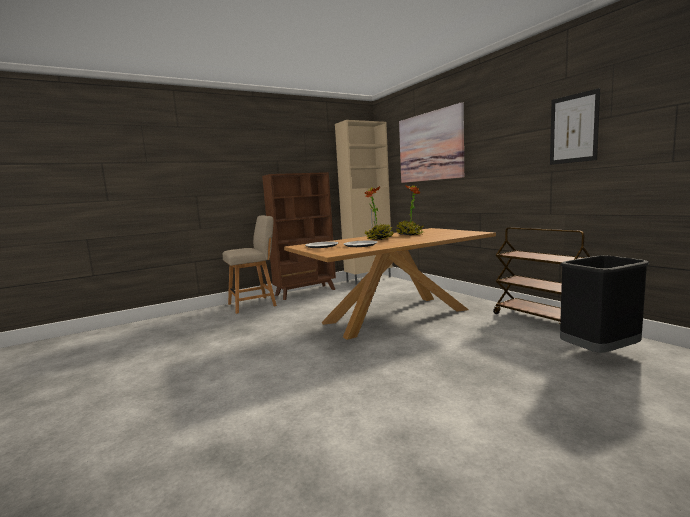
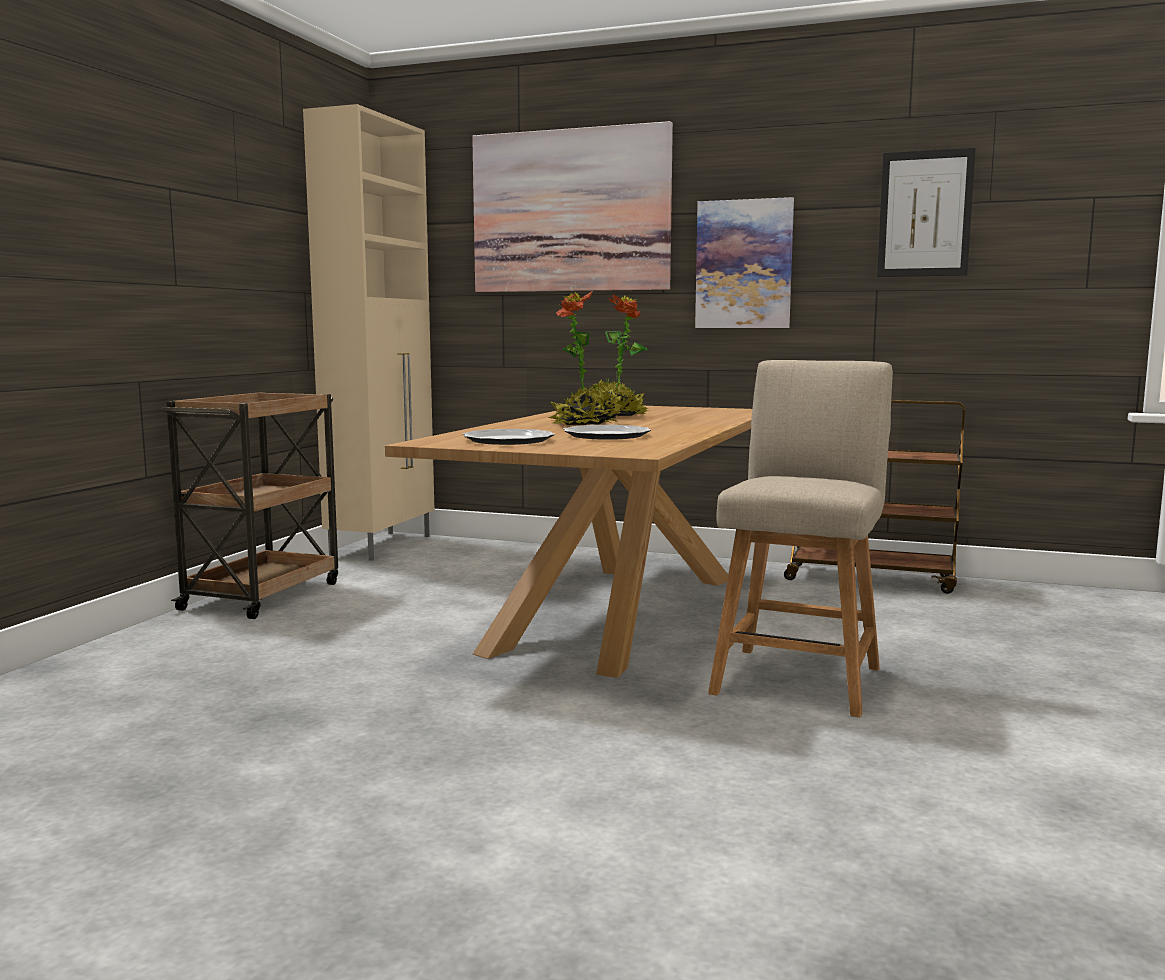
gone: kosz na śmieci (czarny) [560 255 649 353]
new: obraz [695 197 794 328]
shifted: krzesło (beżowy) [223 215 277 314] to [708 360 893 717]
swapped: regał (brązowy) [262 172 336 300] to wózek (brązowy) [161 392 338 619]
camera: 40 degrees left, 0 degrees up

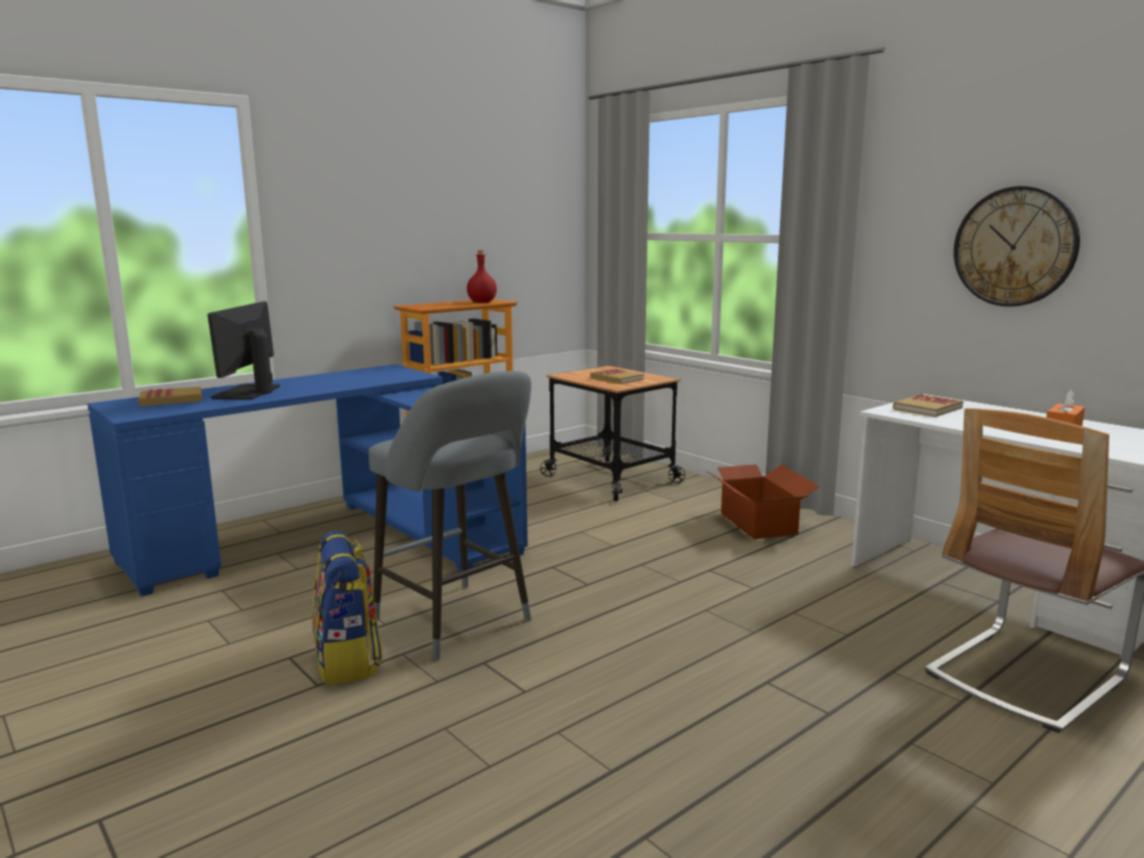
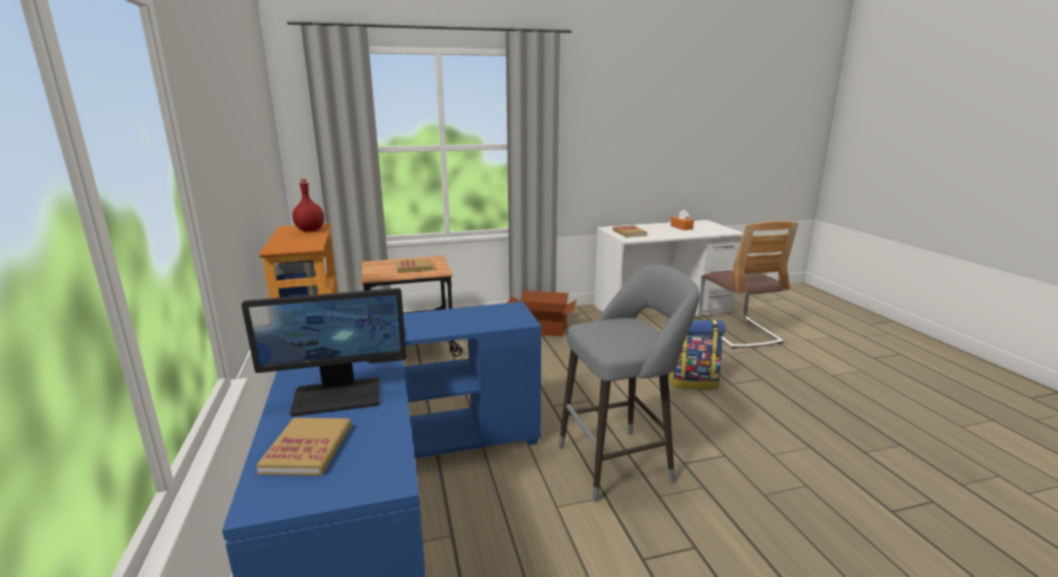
gone: zegar ścienny [954 186 1080 307]
shifted: plecak [312 531 383 686] to [668 317 725 389]
rotated: monitor [207 301 280 400] = [241 288 406 417] 45 degrees counterclockwise
camera: 65 degrees left, 5 degrees up

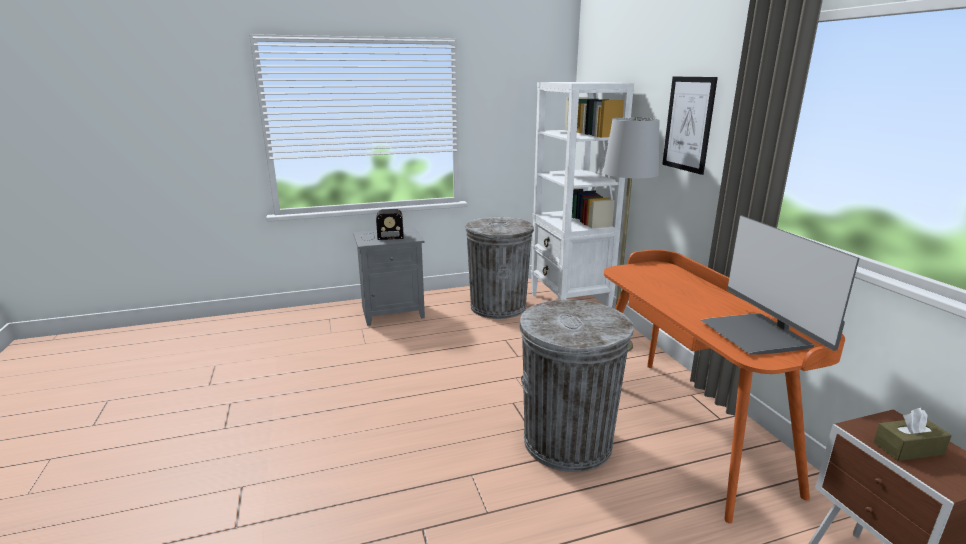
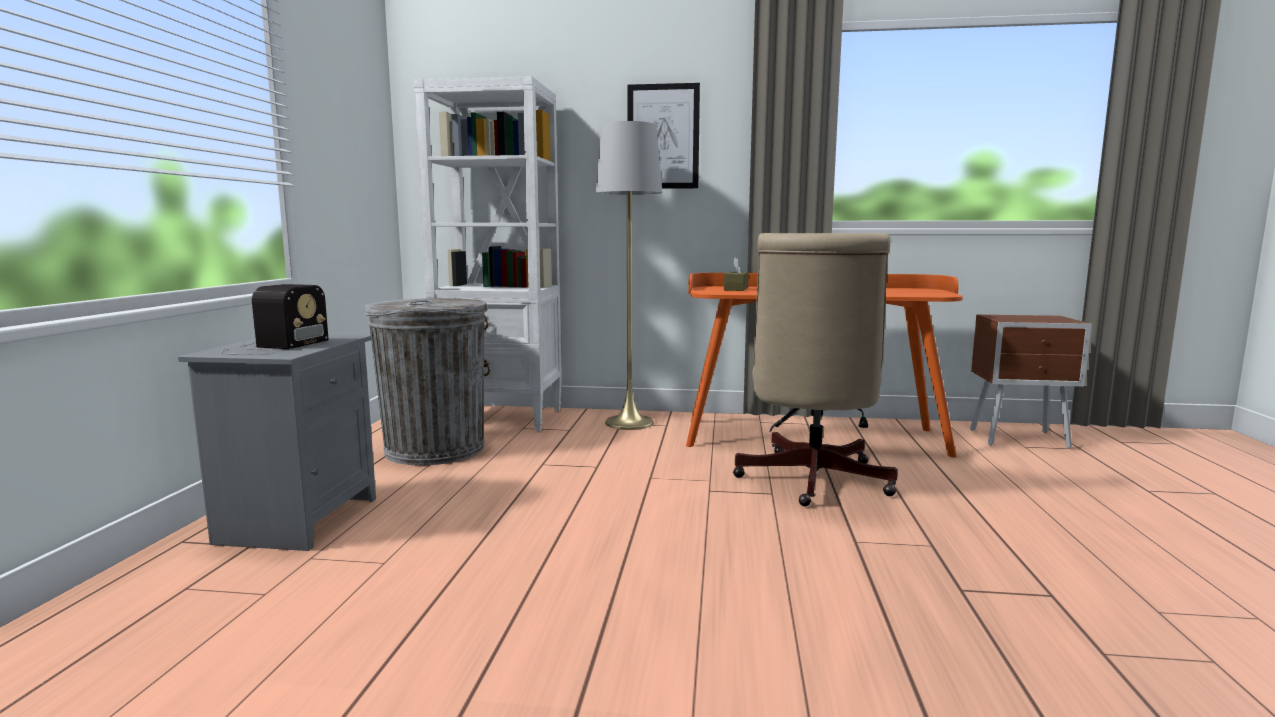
gone: monitor [701 215 860 355]
shifted: pudełko chusteczek (brązowy) [873 408 952 461] to [724 257 749 291]
swapped: kosz na śmieci (szary) [519 300 634 472] to krzesło biurowe (beżowy) [733 233 898 506]
camera: 65 degrees left, 10 degrees down

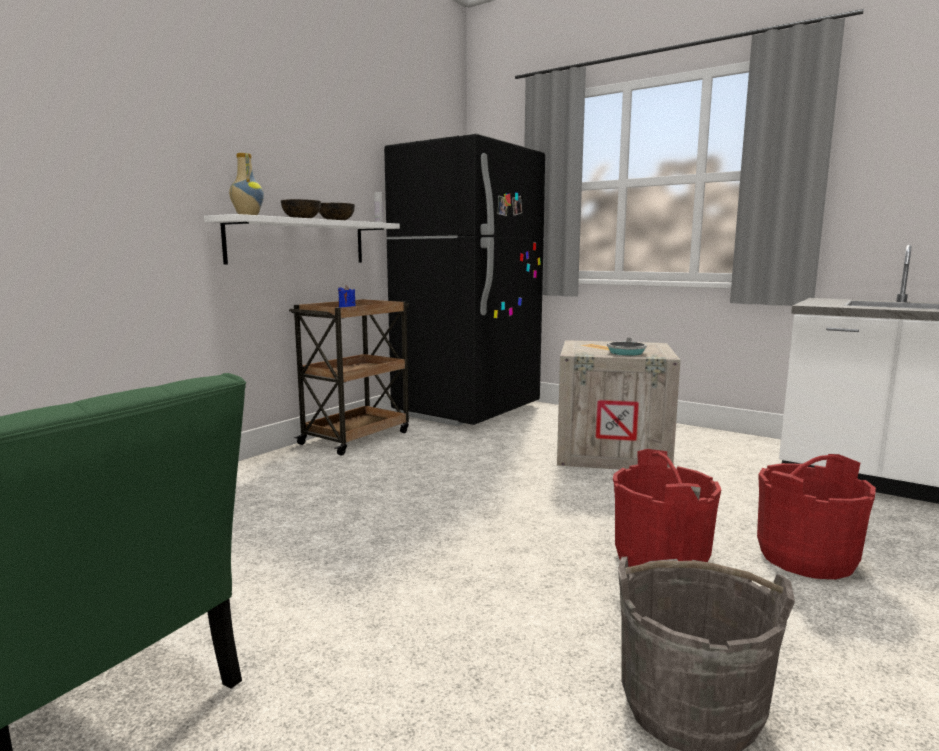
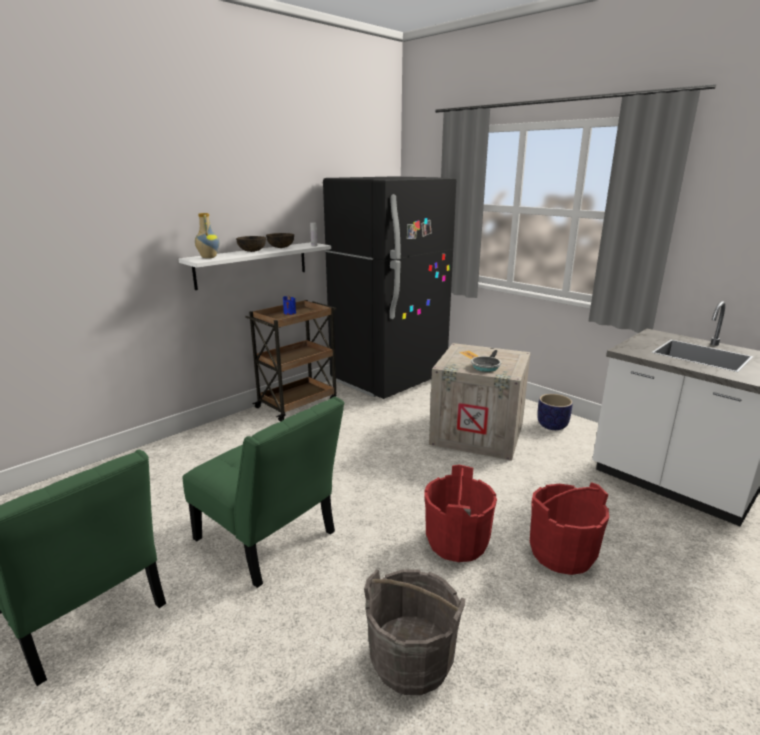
new: krzesło (zielony) [182 397 345 588]; donica [537 394 573 430]
camera: 10 degrees right, 10 degrees up

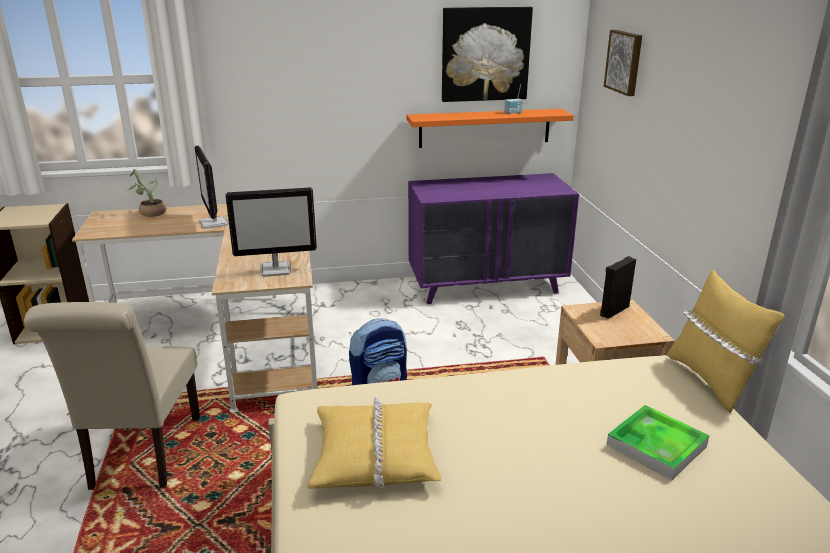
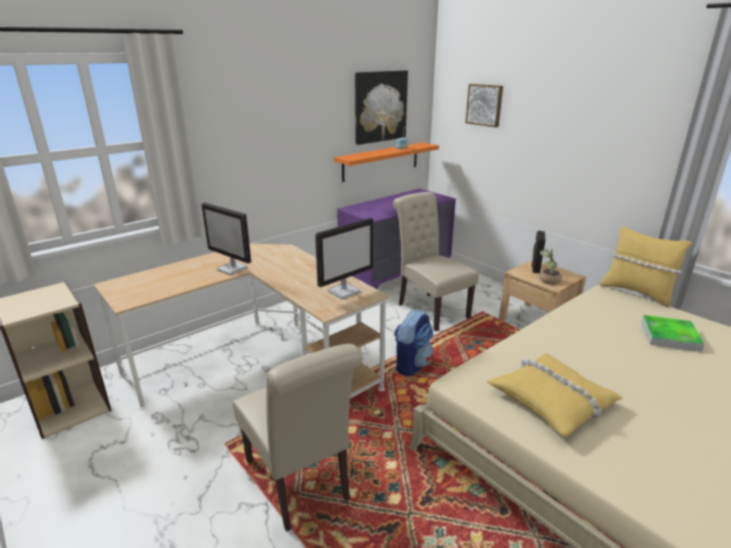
new: krzesło (beżowy) [393 192 479 331]
shifted: roślina doniczkowa [127 169 166 217] to [540 248 562 285]
camera: 30 degrees left, 0 degrees up

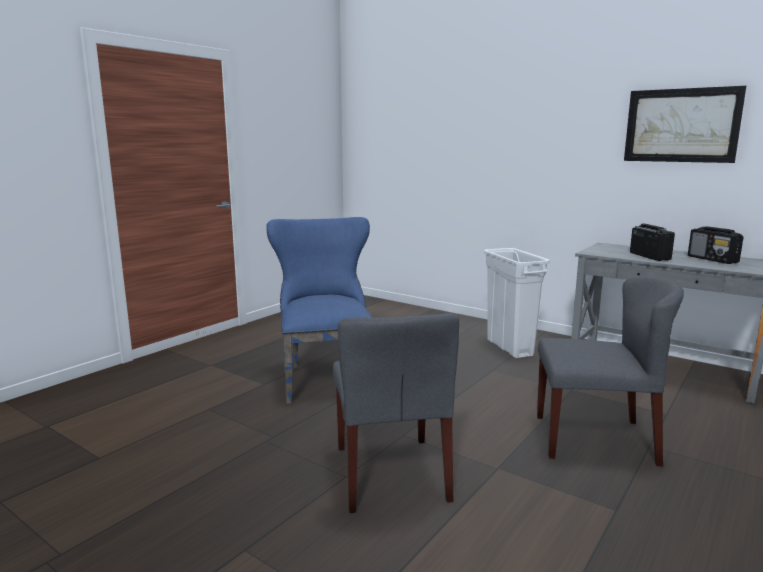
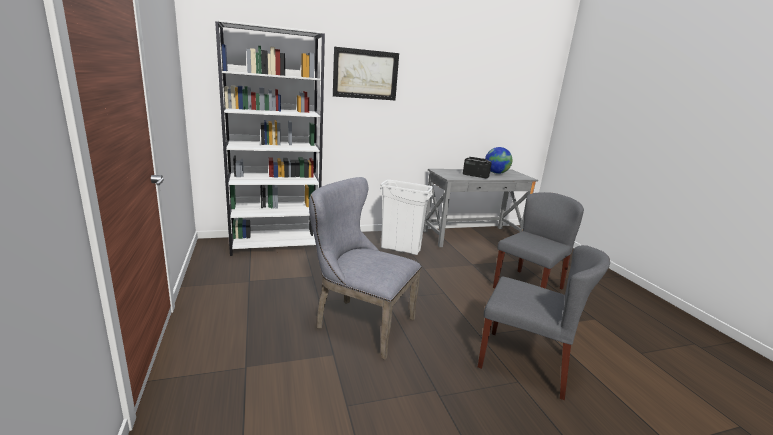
new: regał (biały) [215 20 325 256]
shifted: obraz [624 86 746 163] to [333 47 399 100]
swapped: radio [688 226 743 264] to globus [485 147 512 174]
repainted: krzesło (niebieski) [266 217 372 404] to krzesło (szary) [309 177 421 360]
camera: 55 degrees left, 5 degrees up

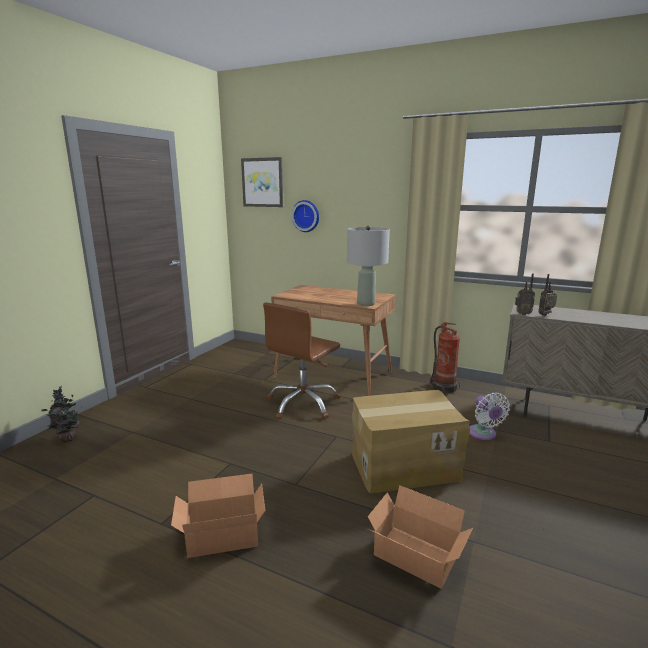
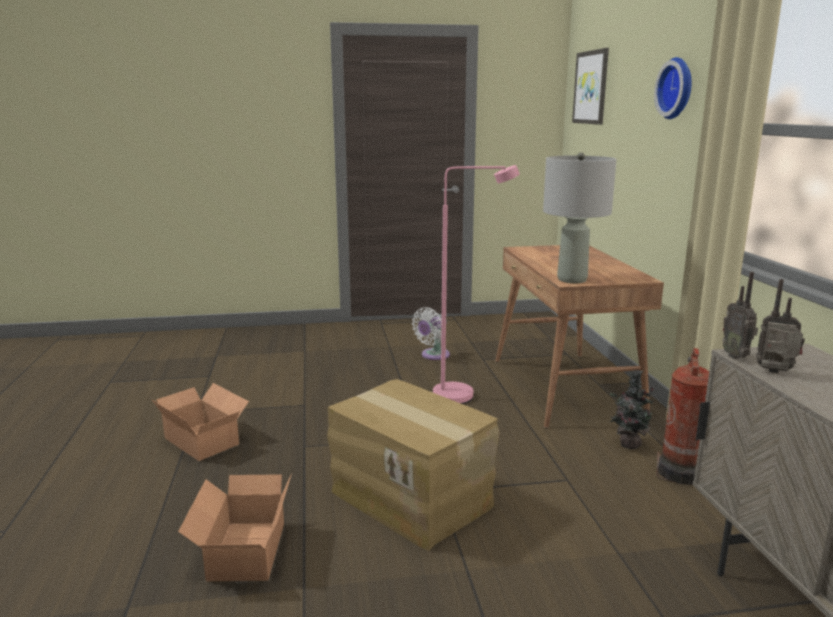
shifted: roślina doniczkowa [41 386 82 442] to [610 371 659 449]; zegar ścienny [291 200 319 232] to [654 57 692 119]; wentylator (biały) [470 393 510 440] to [412 307 450 360]
swapped: krzesło biurowe (brązowy) [263 303 340 419] to lampa stojąca (różowy) [433 165 519 404]
camera: 55 degrees right, 0 degrees up

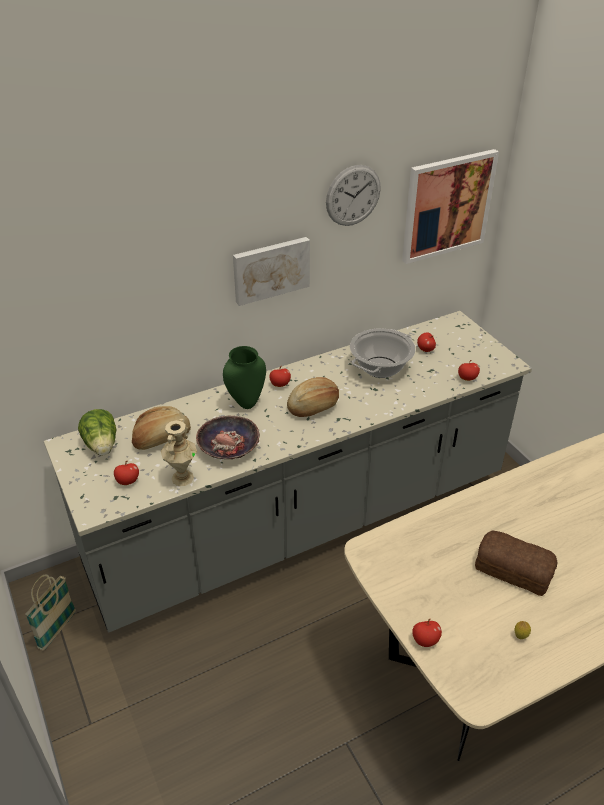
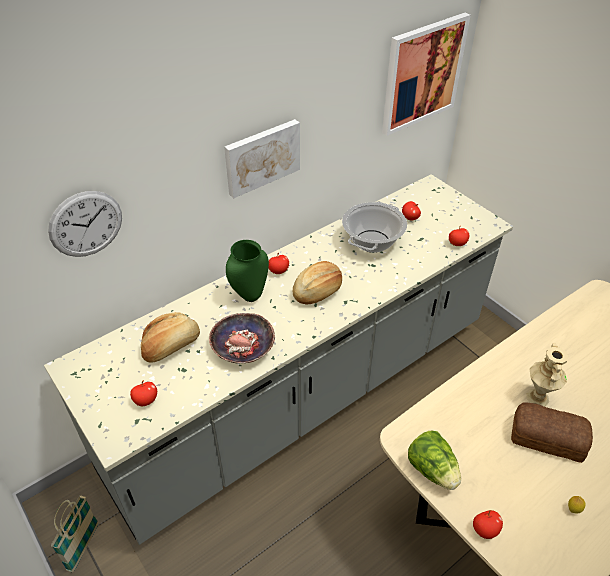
shifted: sałata [78 409 117 456] to [408 431 461 490]; wazon (beżowy) [161 418 197 486] to [527 344 568 407]; zegar ścienny [326 165 381 226] to [48 191 122 257]
camera: 10 degrees left, 5 degrees up

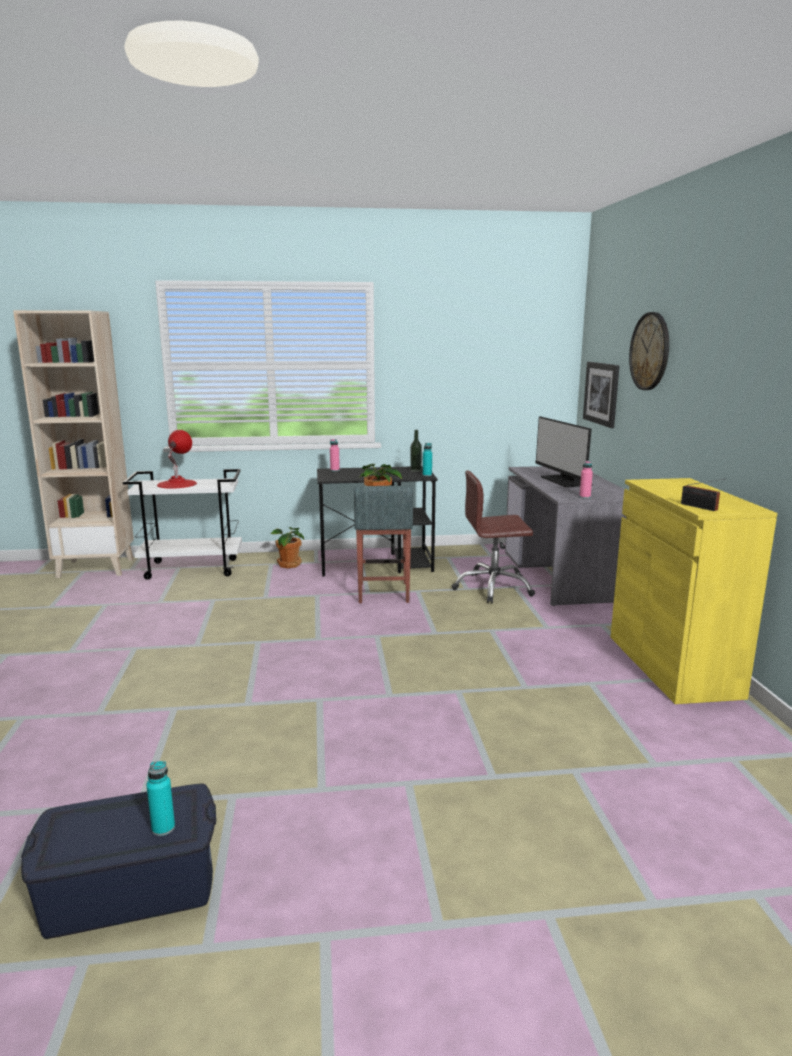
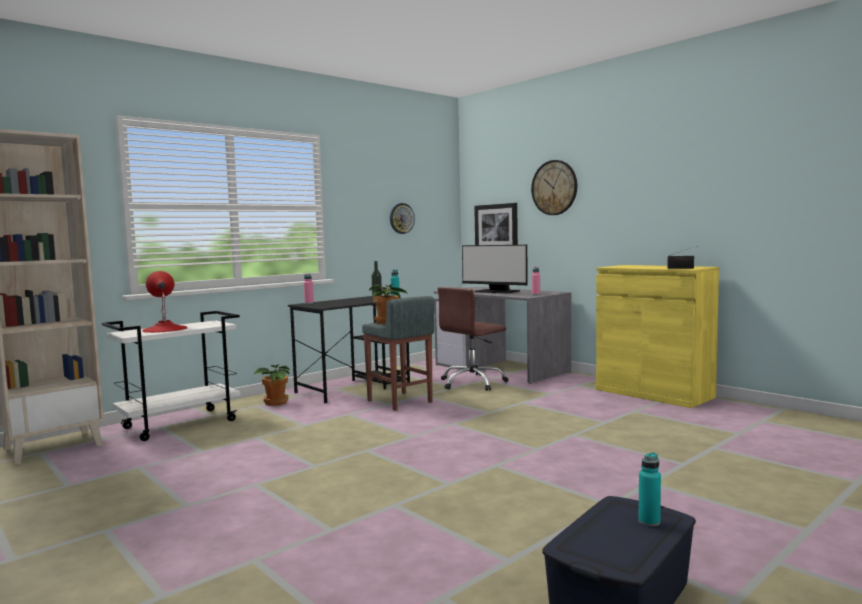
new: zegar ścienny [390 203 415 234]
camera: 35 degrees left, 10 degrees down

